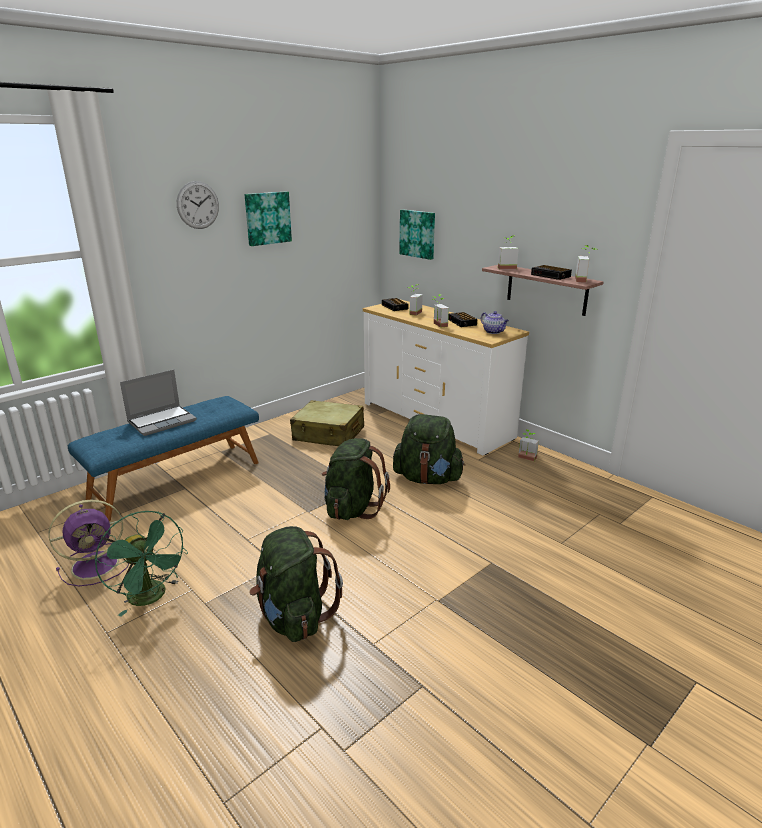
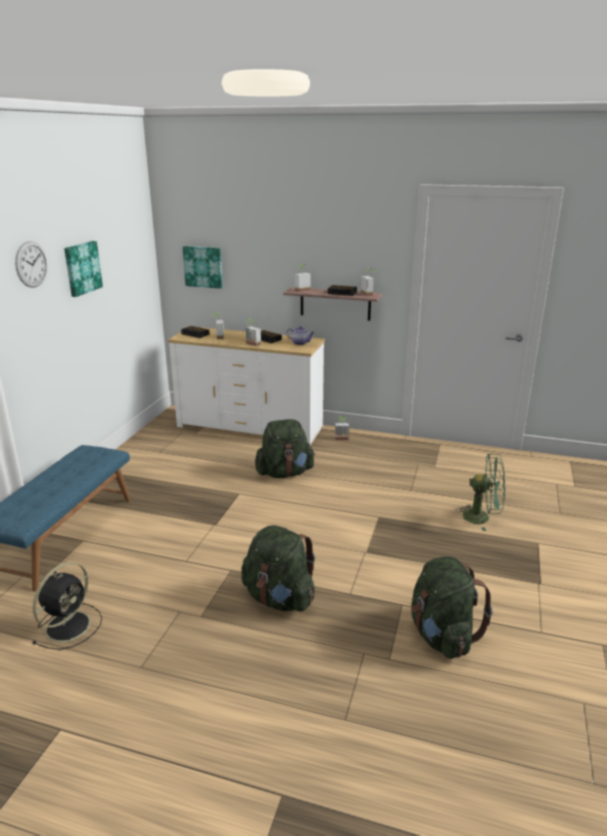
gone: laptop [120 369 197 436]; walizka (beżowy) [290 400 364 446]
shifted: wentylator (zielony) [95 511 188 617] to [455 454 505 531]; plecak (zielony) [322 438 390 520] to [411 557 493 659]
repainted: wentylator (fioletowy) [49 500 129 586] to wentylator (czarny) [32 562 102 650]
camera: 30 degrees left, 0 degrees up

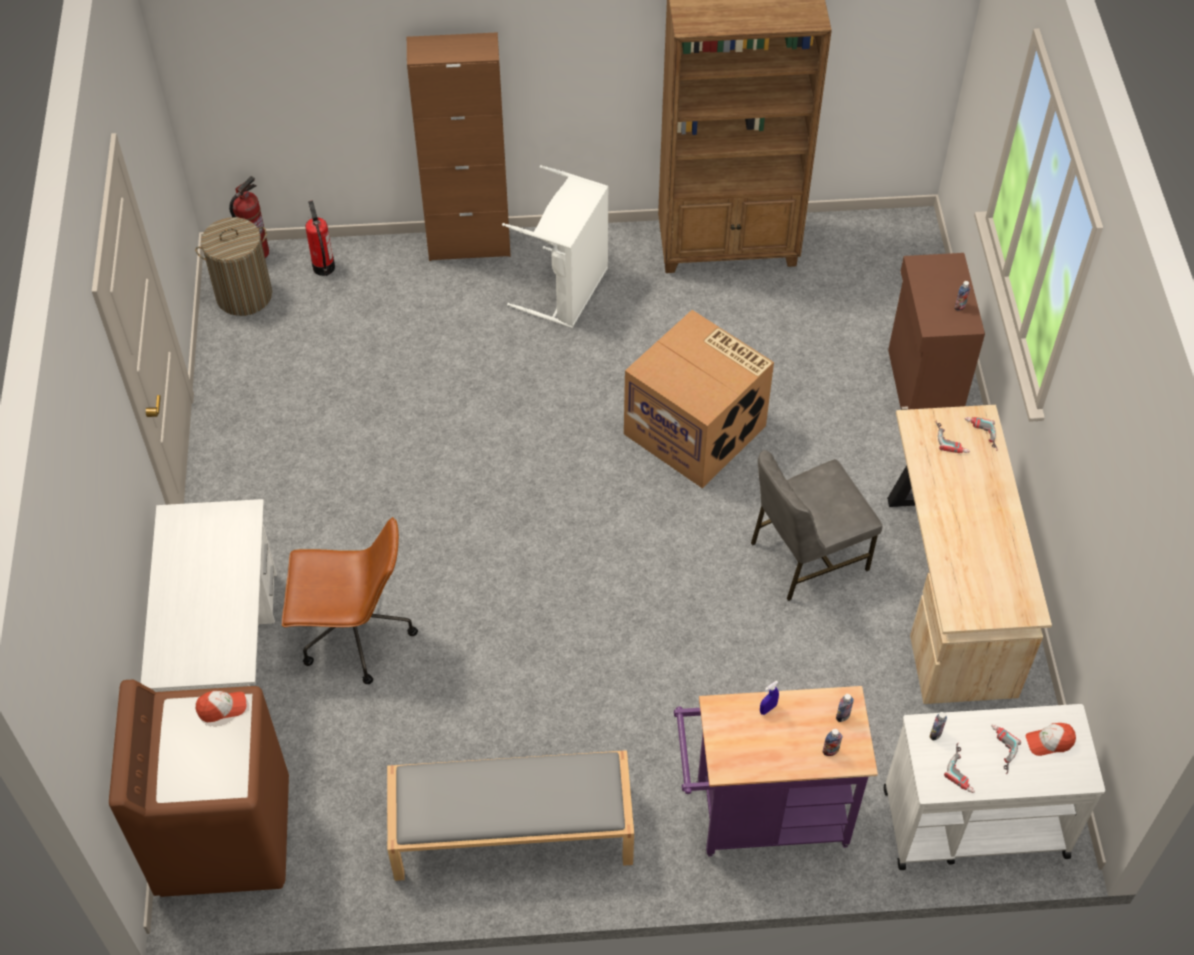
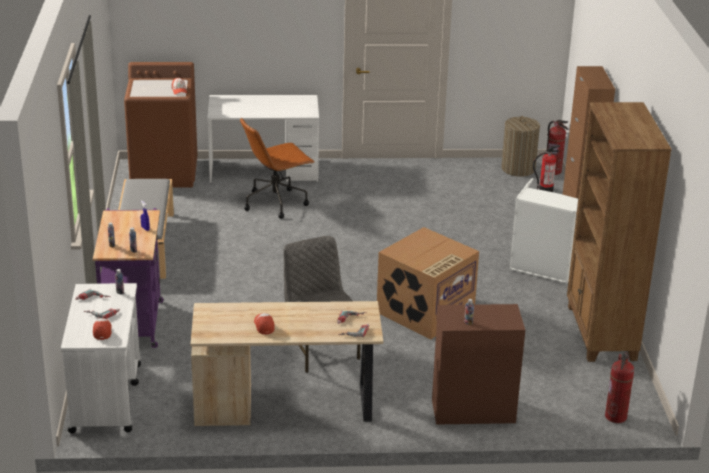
new: czapka z daszkiem [254 313 275 335]; gaśnica [605 352 634 423]
rotated: krzesło biurowe (brązowy) [282 517 418 684] = [240 118 314 219] 60 degrees clockwise
camera: 90 degrees right, 25 degrees down

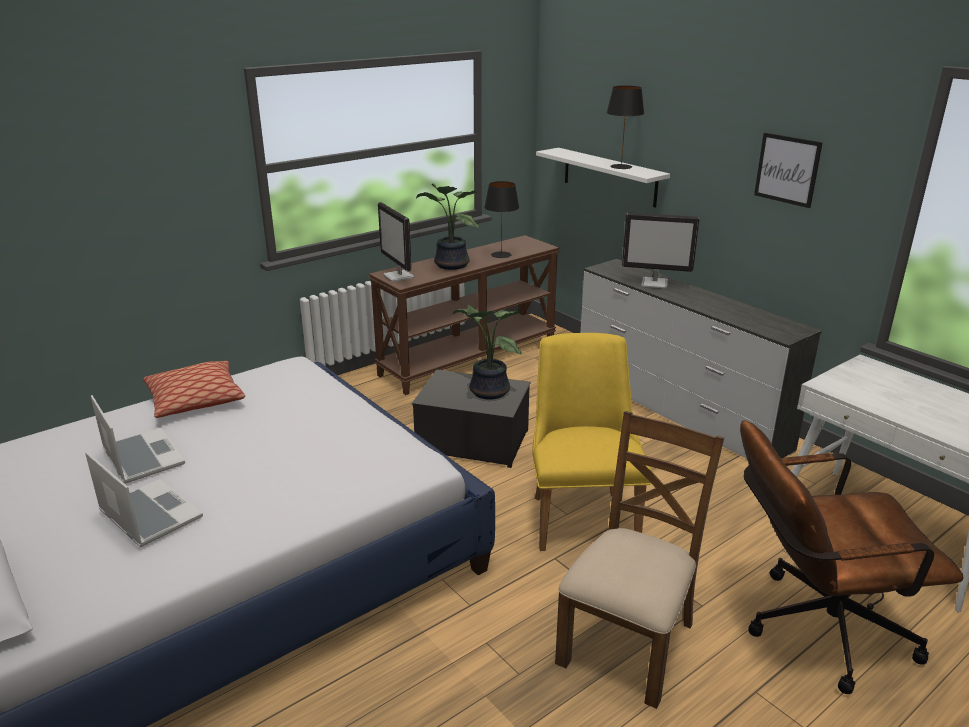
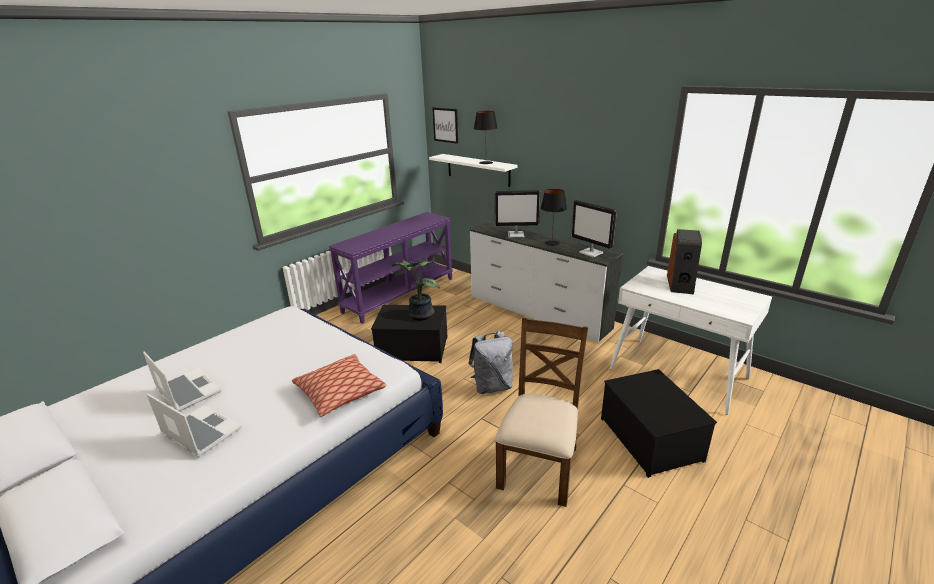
gone: roślina doniczkowa [416 184 479 270]
new: głośnik [667 229 702 294]
shifted: poduszka [143 361 245 418] to [292 354 386 417]; monitor [378 202 414 282] to [572 200 617 257]; lampa stołowa (czarny) [484 181 519 258] to [541 189 567 246]; obraz [754 133 823 208] to [432 107 458 144]
swapped: krzesło (żółty) [532 333 652 551] to plecak (szary) [468 331 513 394]; krzesło biurowe (brązowy) [740 420 963 694] to pojemnik do przechowywania [601 369 717 478]
repainted: stolik konsolowy (brązowy) [369 235 559 395] to stolik konsolowy (fioletowy) [329 212 453 324]
camera: 10 degrees left, 0 degrees up

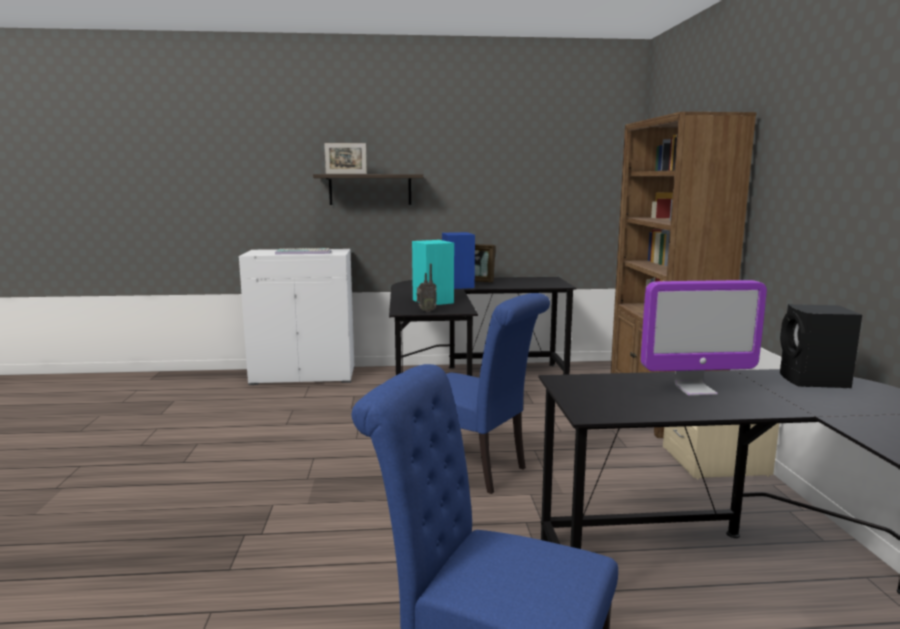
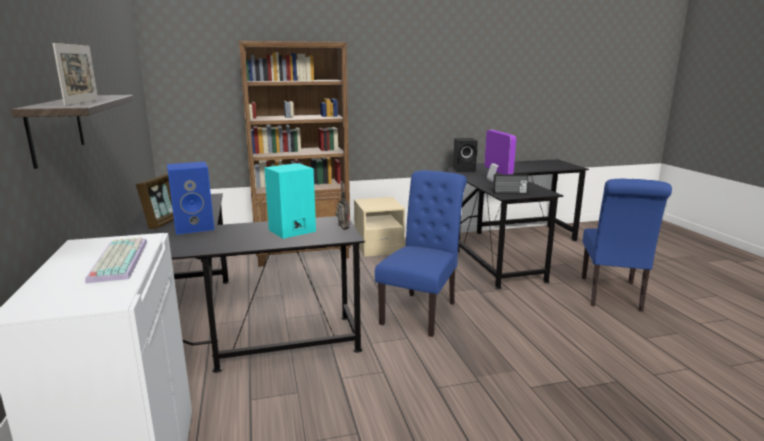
new: radio [493 174 529 194]
camera: 100 degrees left, 5 degrees up

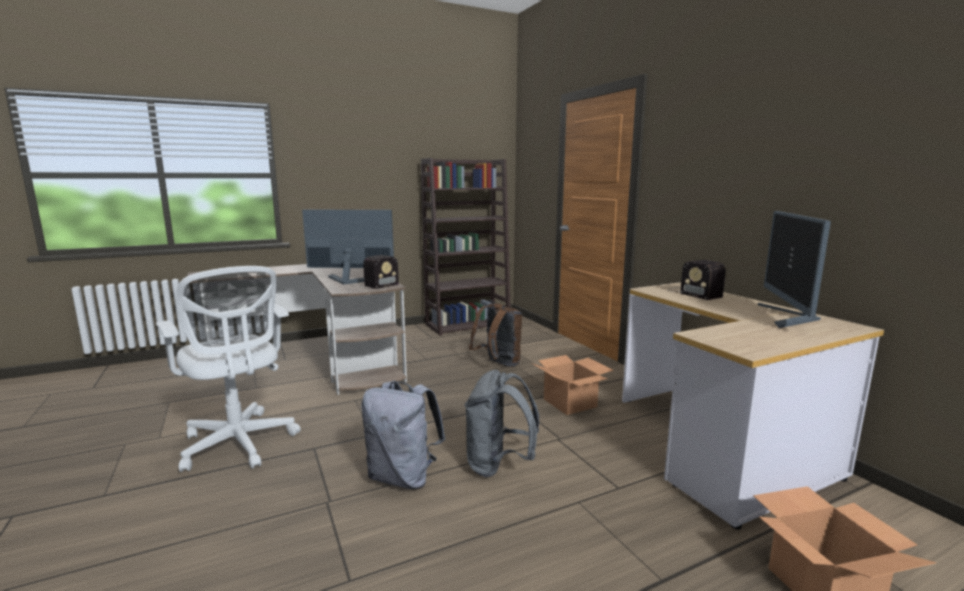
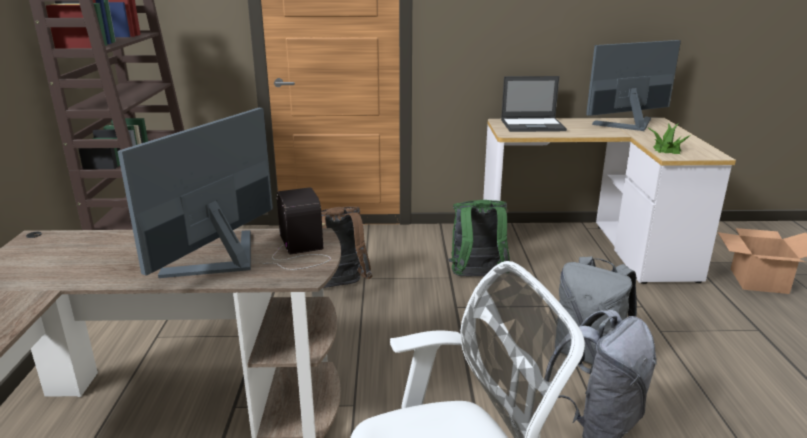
new: roślina doniczkowa [647 123 691 154]
swapped: karton [531 355 613 415] to plecak (zielony) [448 200 510 276]; radio [667 260 726 300] to laptop [501 76 567 132]
rotated: monitor [758 211 831 328] = [586 40 681 131] 120 degrees clockwise
camera: 65 degrees left, 10 degrees up

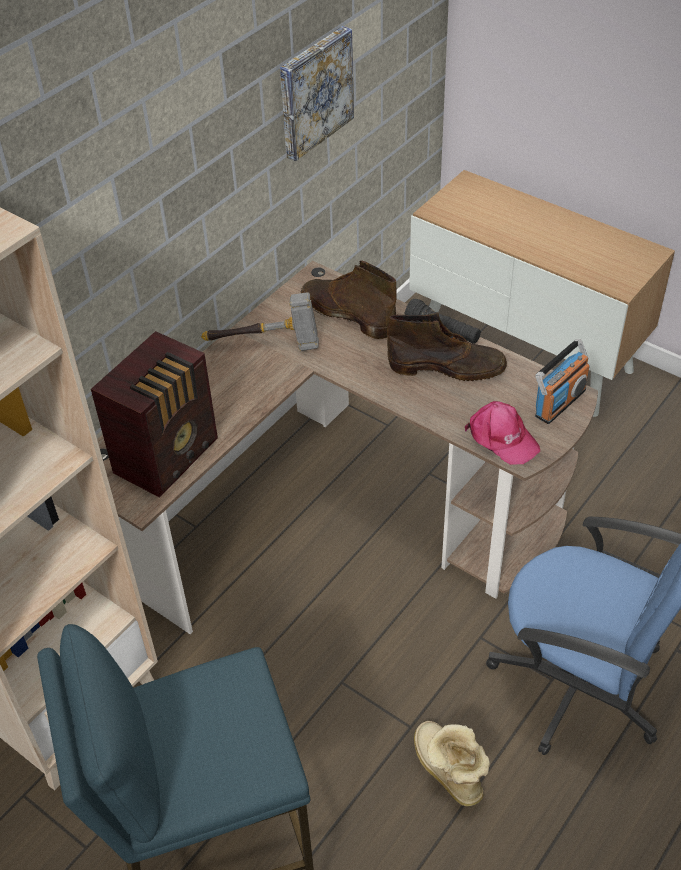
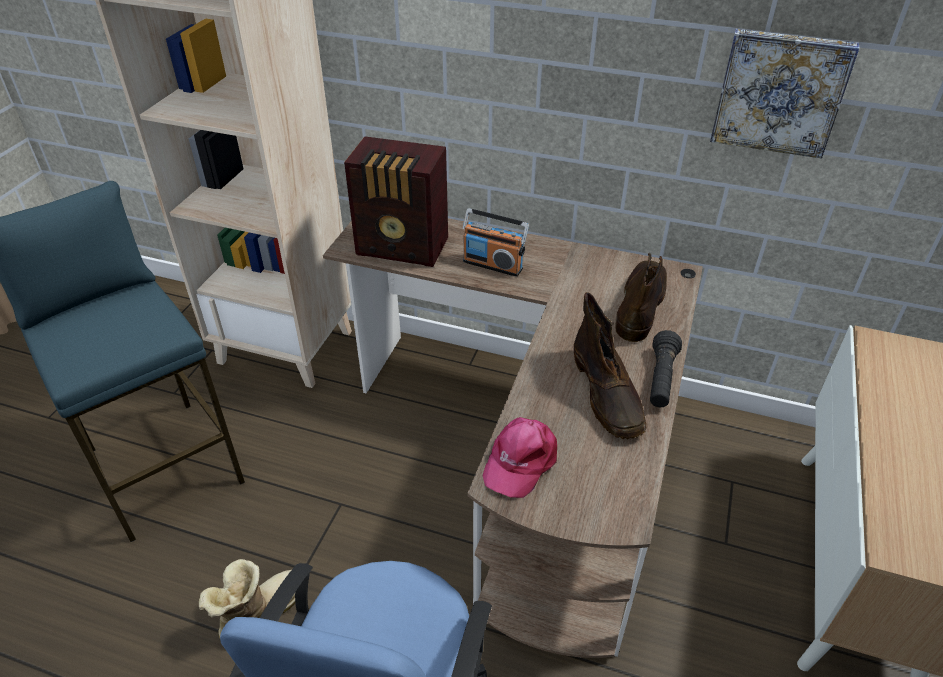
gone: młotek [201 292 319 351]
shifted: radio [535 339 590 424] to [463 208 529 277]
camera: 70 degrees right, 5 degrees down

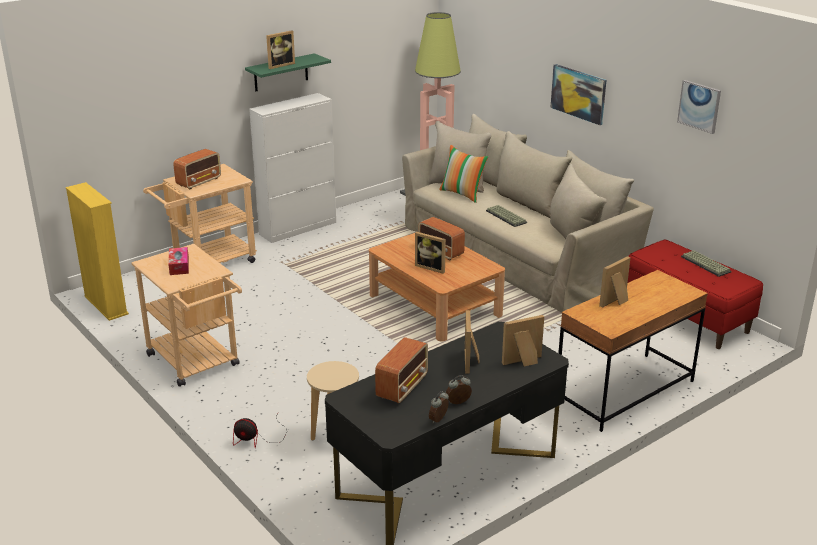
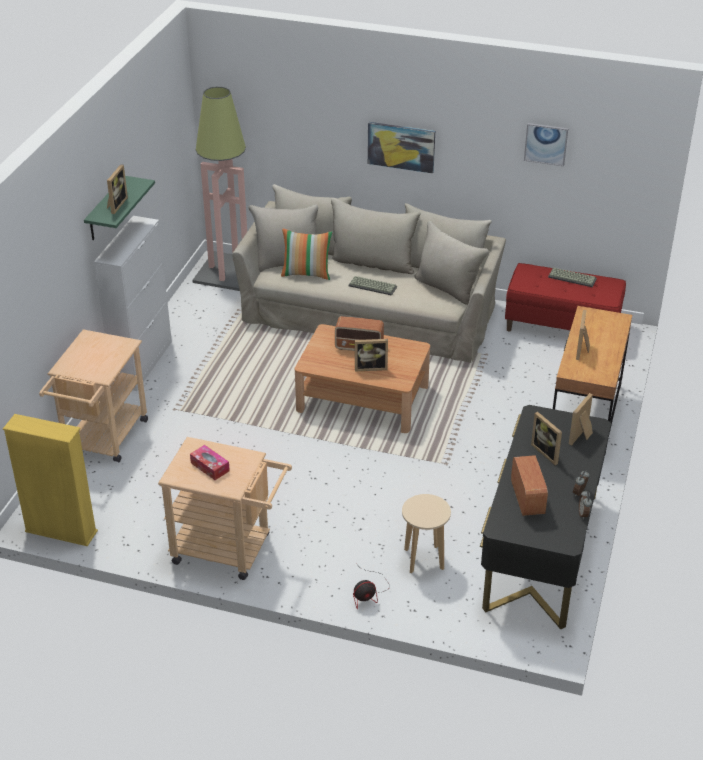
gone: radio [173 149 221 190]
camera: 35 degrees left, 10 degrees up

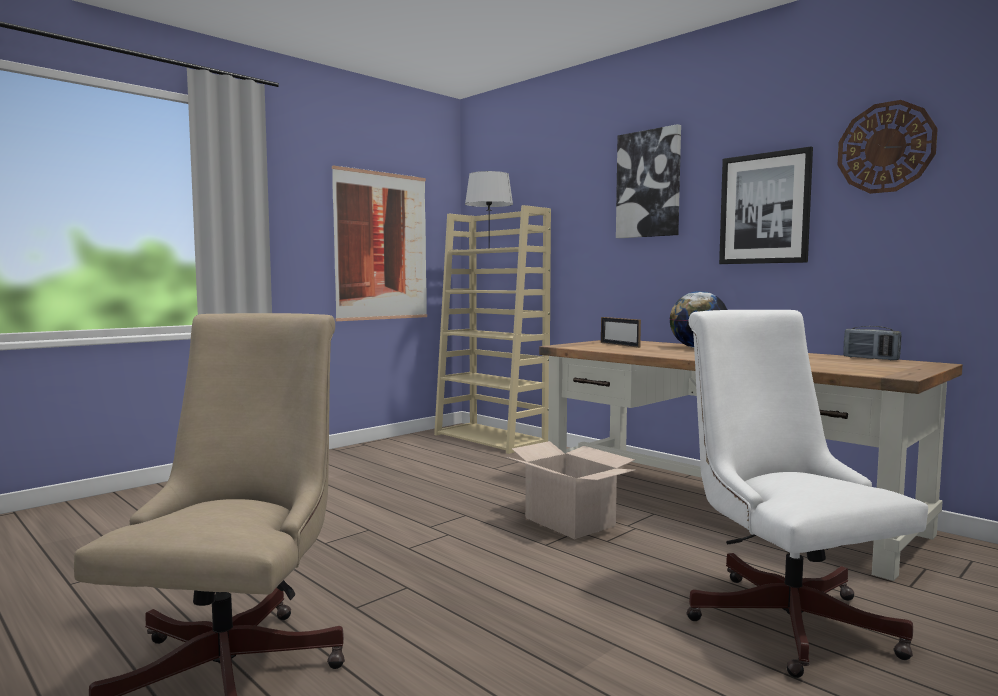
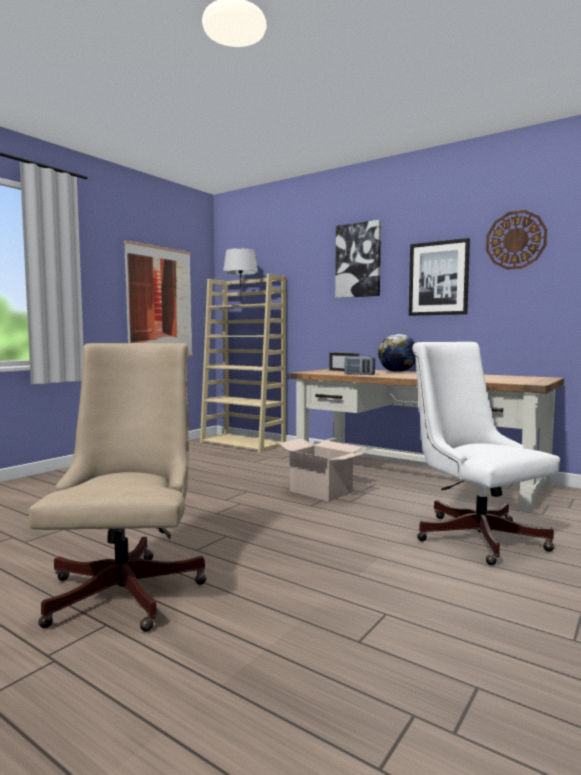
shifted: radio [843 326 902 360] to [344 354 375 375]
camera: 10 degrees left, 0 degrees up

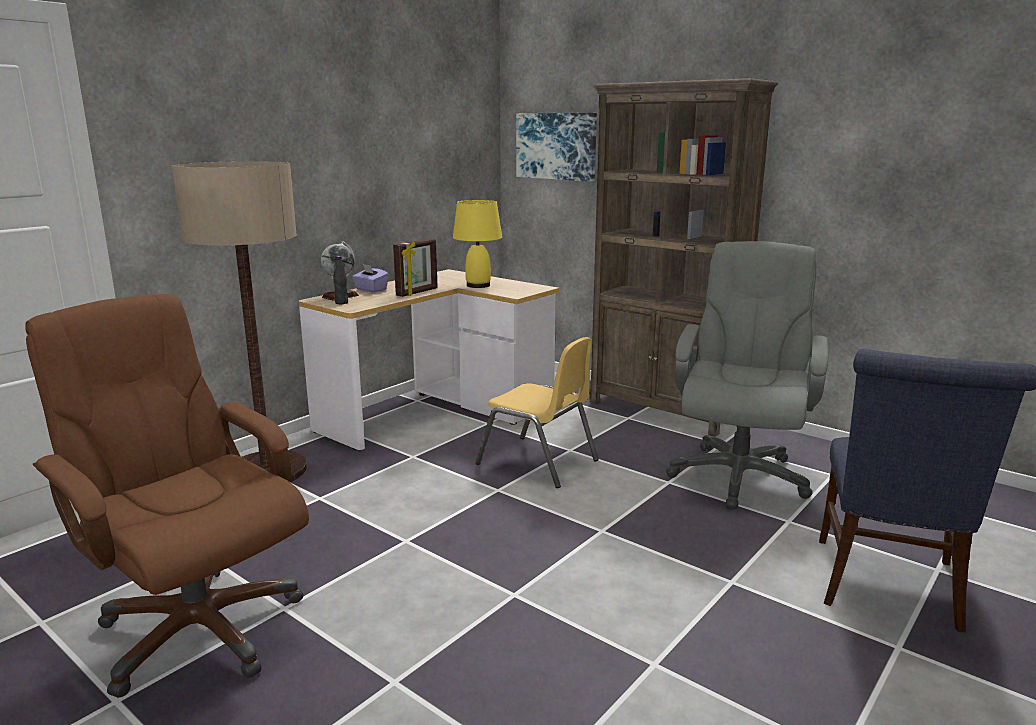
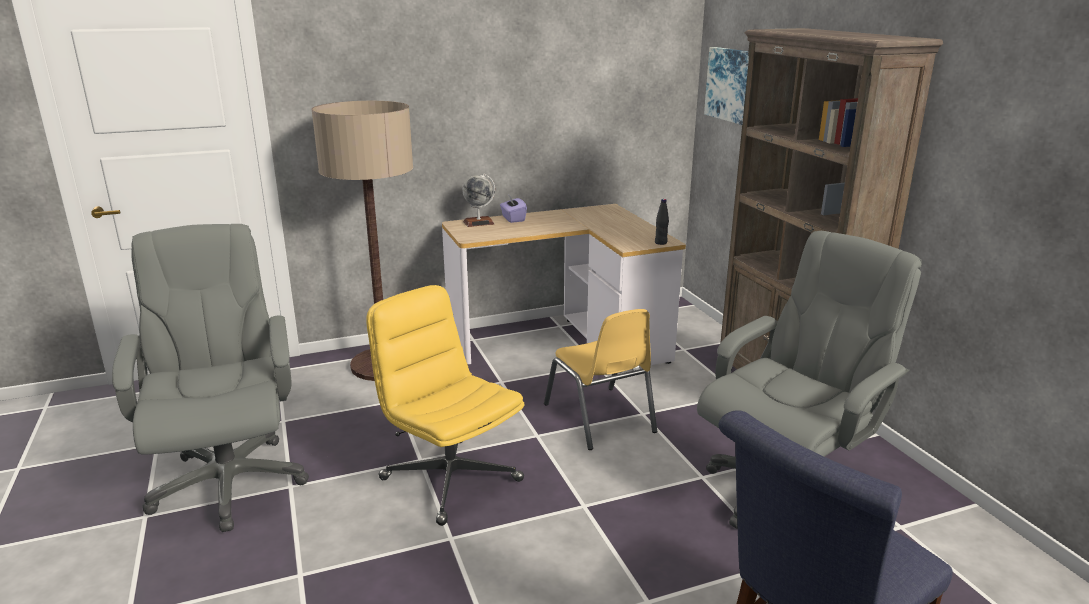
gone: ramka na zdjęcie [393 238 438 297]; lampa stołowa (żółty) [453 200 502 288]
new: krzesło biurowe (żółty) [366 285 525 526]
shifted: butelka (czarny) [333 256 348 304] to [655 199 669 245]
repainted: krzesło biurowe (brązowy) [25 294 309 698] to krzesło biurowe (szary) [112 224 309 532]
camera: 30 degrees right, 5 degrees up

